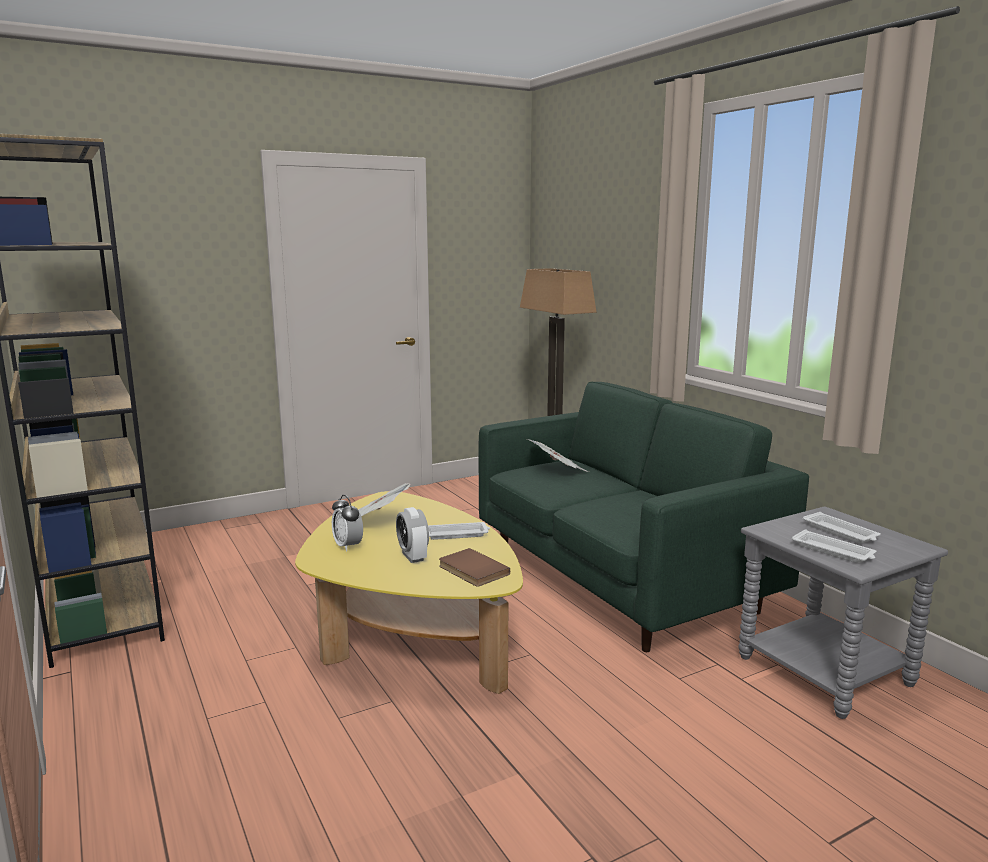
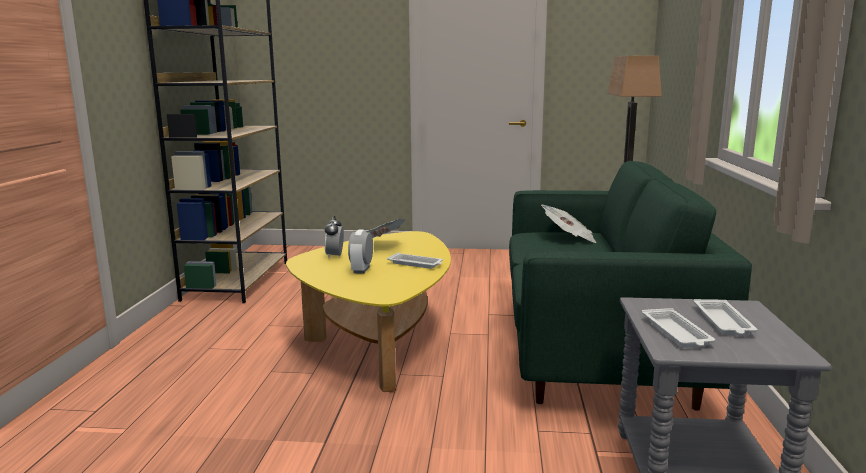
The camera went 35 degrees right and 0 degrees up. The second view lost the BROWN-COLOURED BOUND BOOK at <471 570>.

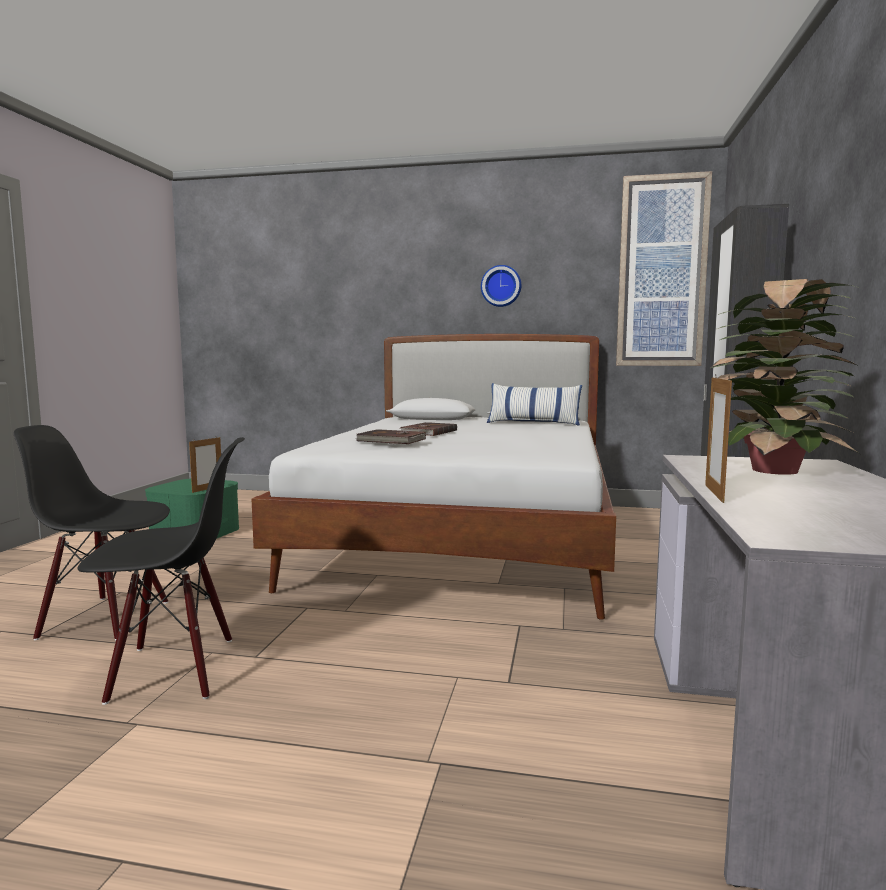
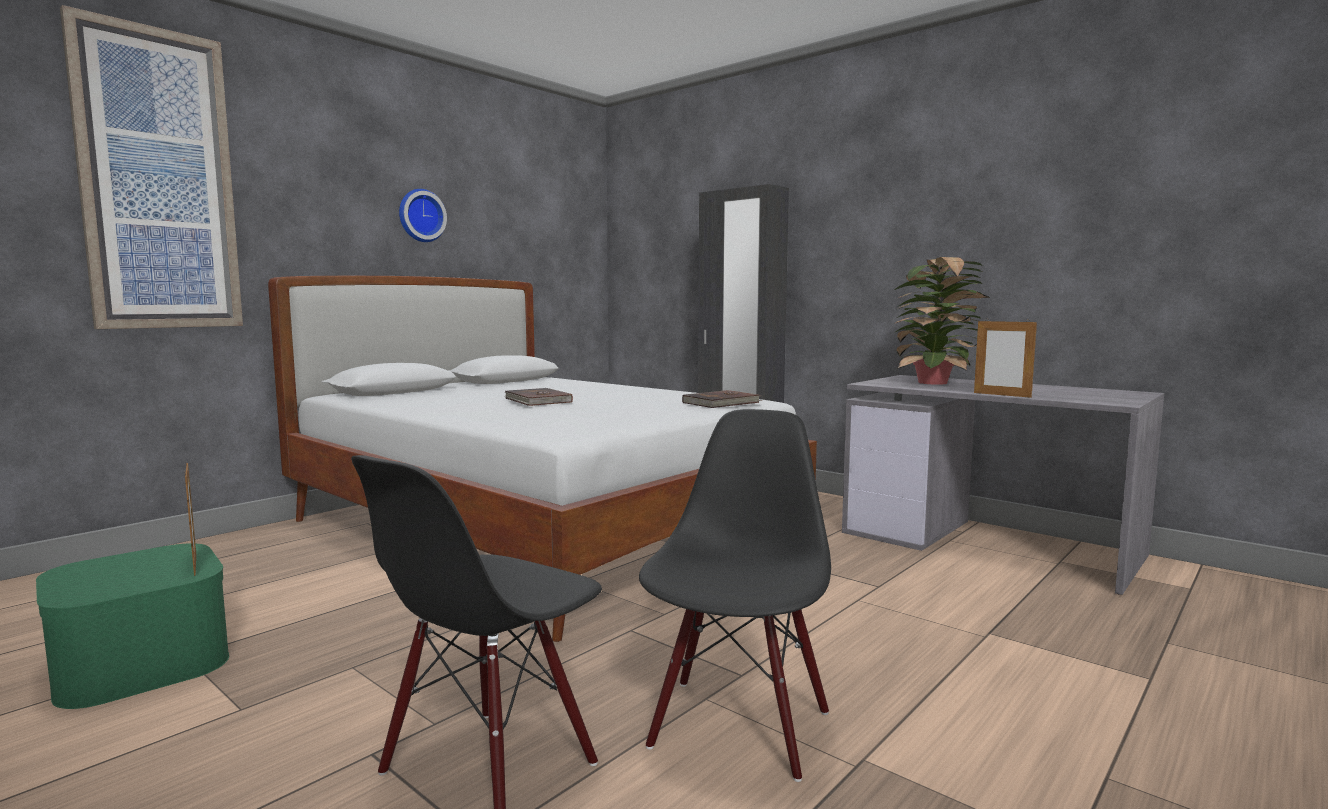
The camera went 60 degrees left and 0 degrees up. The BROWN-COLOURED BOUND BOOK ended up elsewhere, having gone from <391 440> to <722 403>. The second view lost the THROW PILLOW at <533 423>. The WALL ART ended up elsewhere, having gone from <661 272> to <158 181>.

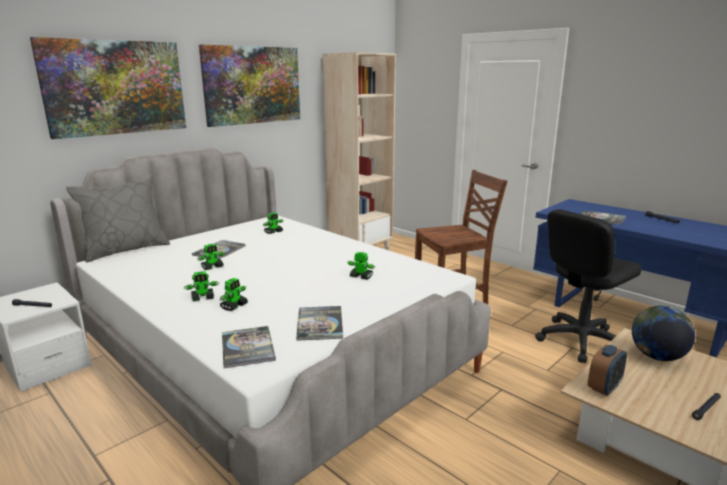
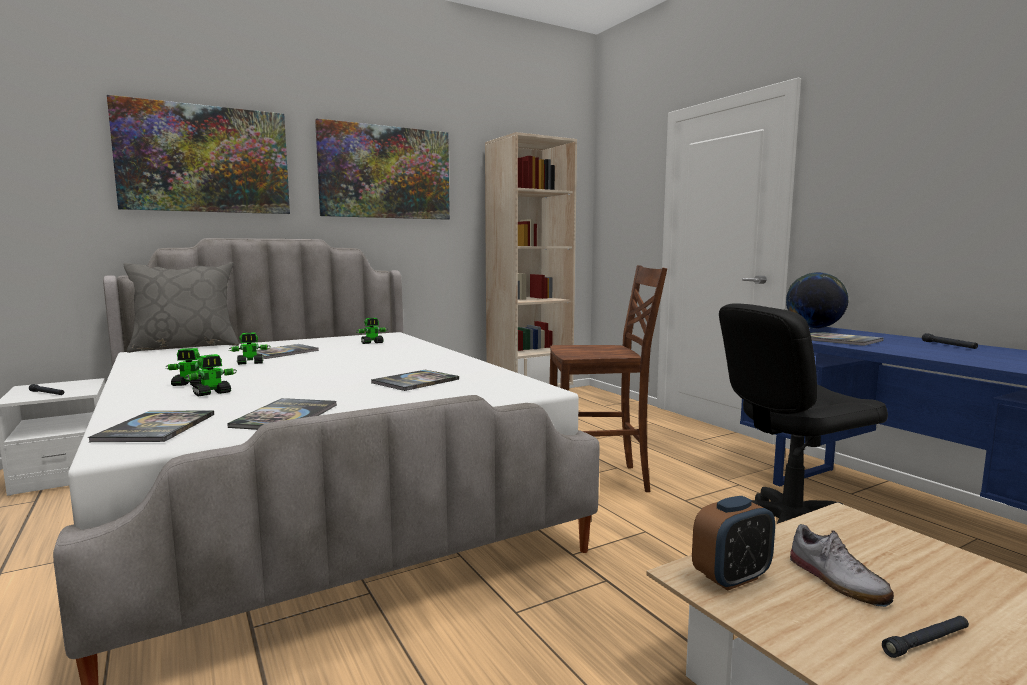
The camera went 15 degrees right and 10 degrees down. Where the ROBOT FIGURE stood at <361 276>, the BOUND BOOK came to stand at <415 381>. The WORLD GLOBE ended up elsewhere, having gone from <657 357> to <814 328>. The second view gained the ITEM OF FOOTWEAR at <837 580>.

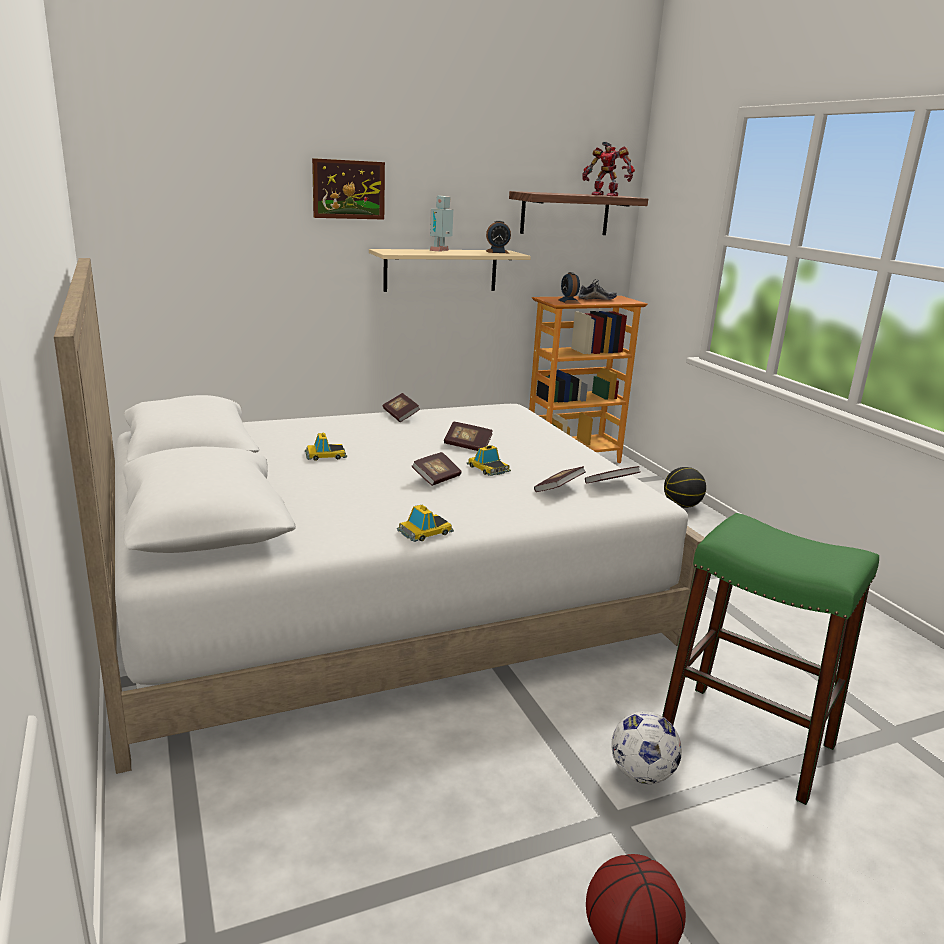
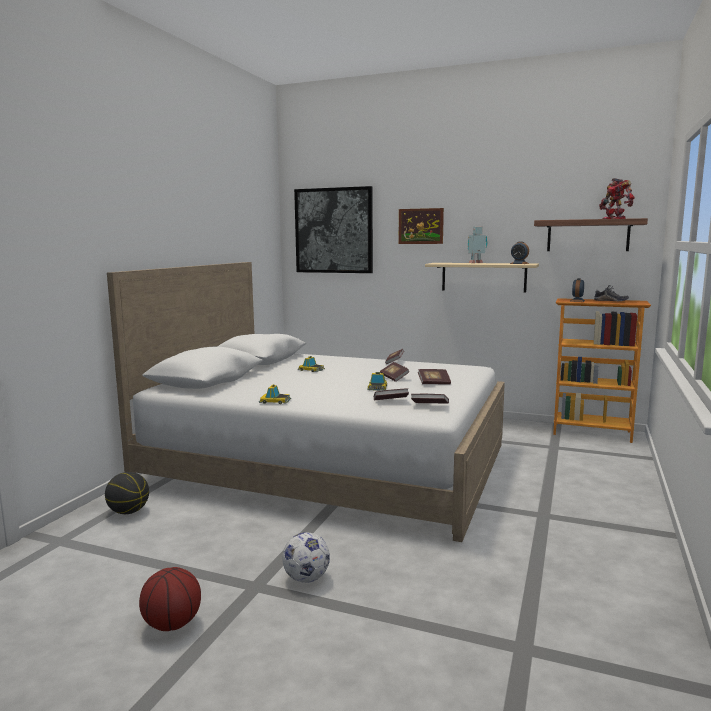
The camera went 45 degrees right and 10 degrees down. The BOUND BOOK ended up elsewhere, having gone from <436 479> to <434 383>. The second view lost the GREEN STOOL SEAT at <746 739>. The BASKETBALL BALL ended up elsewhere, having gone from <681 505> to <129 512>. The second view gained the WALL ART at <334 230>.

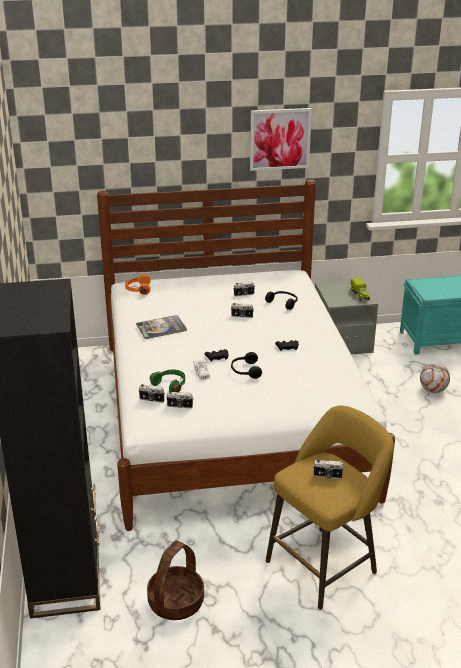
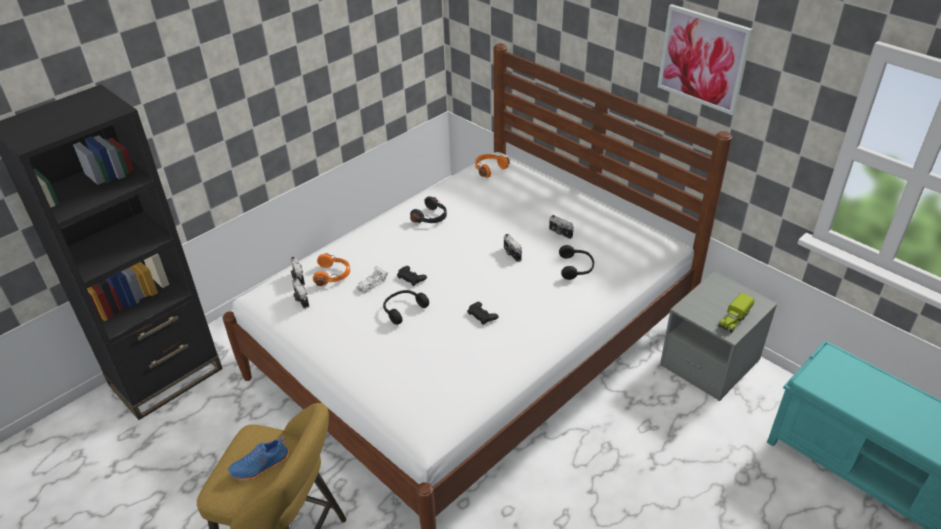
The camera went 55 degrees right and 10 degrees up. Where the BOUND BOOK stood at <161 328>, the BLACK-COLOURED PAIR OF HEADPHONES came to stand at <431 218>. The second view lost the STORAGE BASKET at <176 602>. What was the GREEN PAIR OF HEADPHONES at <170 385> turned into the ORANGE-COLOURED PAIR OF HEADPHONES at <333 275>. Where the STILL CAMERA stood at <327 476>, the BLUE-COLOURED ITEM OF FOOTWEAR came to stand at <260 466>. The second view lost the BALL FOR FOOTBALL at <433 390>.

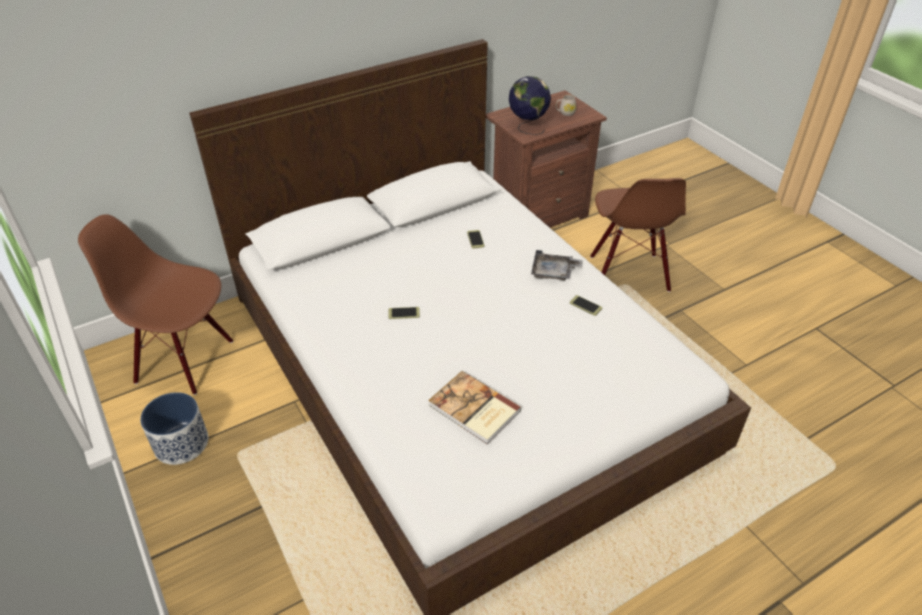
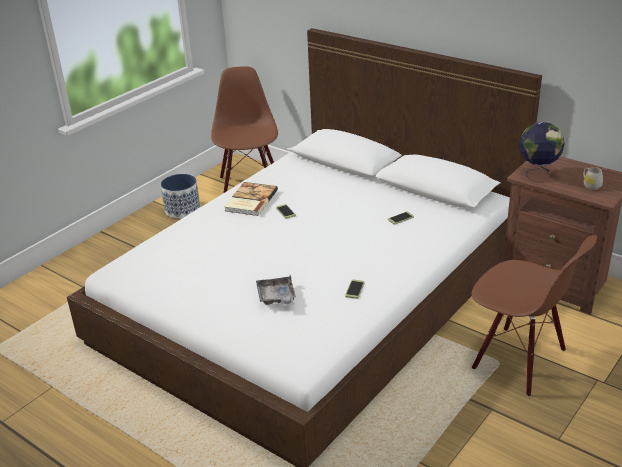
The camera went 70 degrees right and 10 degrees down. The BOUND BOOK ended up elsewhere, having gone from <474 409> to <250 200>. The GRAY SERVING TRAY ended up elsewhere, having gone from <553 272> to <276 297>. The BROWN-COLOURED PLAIN CHAIR at <627 274> ended up facing another way, 120 degrees counterclockwise from before.

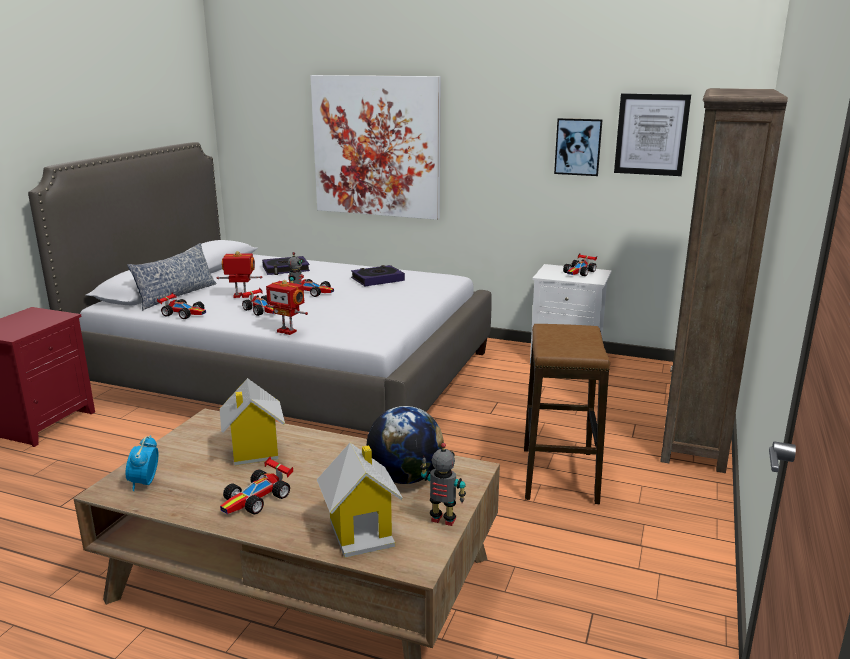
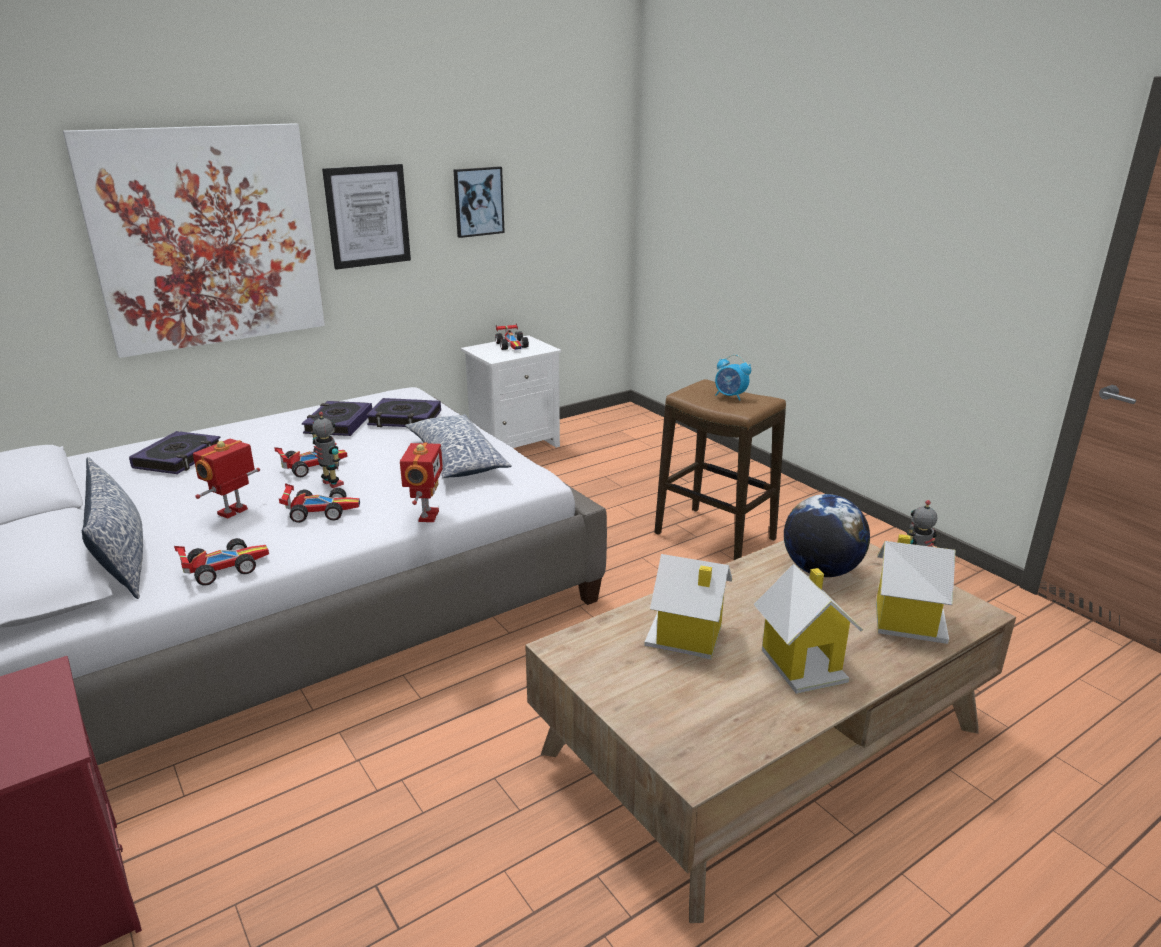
The camera went 55 degrees left and 5 degrees up. The BEDSIDE CLOCK ended up elsewhere, having gone from <144 483> to <730 396>. Where the MINIATURE CAR stood at <257 499>, the MINIATURE HOUSE came to stand at <802 663>. The ROBOT FIGURE at <287 331> ended up facing another way, 60 degrees counterclockwise from before. The WALL ART ended up elsewhere, having gone from <651 134> to <367 216>. The second view lost the BROWN-COLOURED BOOKSHELF at <694 432>. The second view gained the BOUND BOOK at <405 418>. The second view gained the THROW PILLOW at <456 459>.

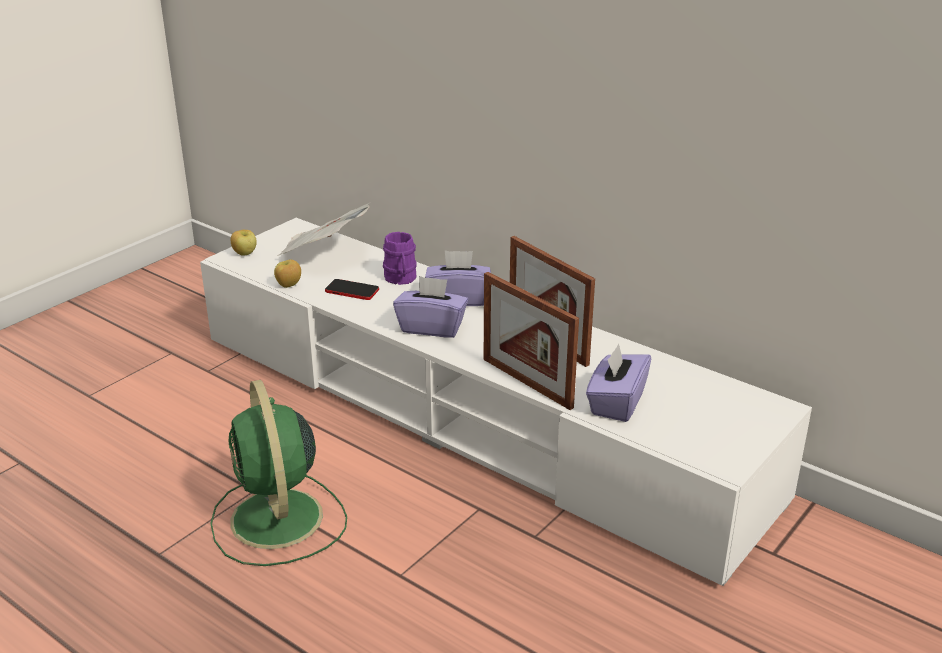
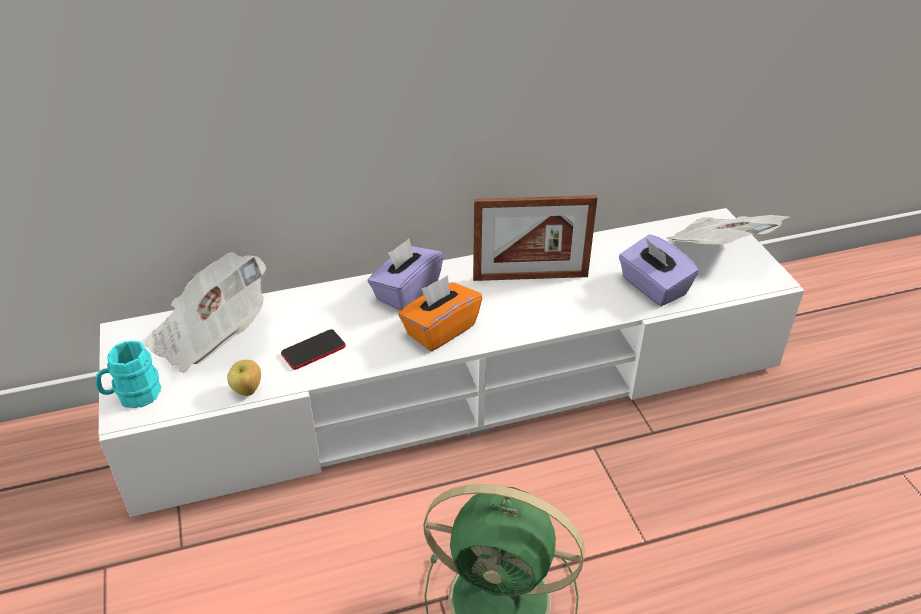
The camera went 55 degrees left and 10 degrees up. Where the WHOLE APPLE stood at <245 254>, the TURQUOISE-COLOURED TEA MUG came to stand at <133 395>. The second view lost the PURPLE TEA MUG at <401 279>. What was the PURPLE BOX OF TISSUES at <432 327> turned into the ORANGE-COLOURED BOX OF TISSUES at <440 330>. The second view lost the STANDING FRAME at <527 383>. The second view gained the NEWSPAPER at <719 251>.

